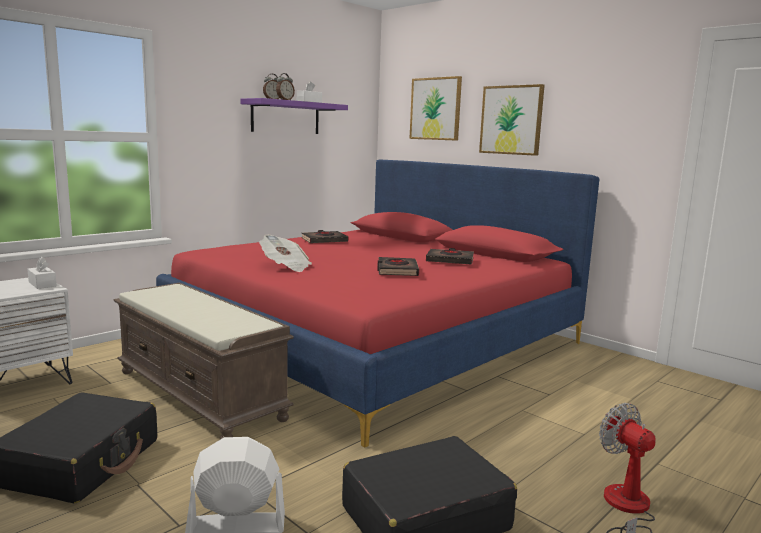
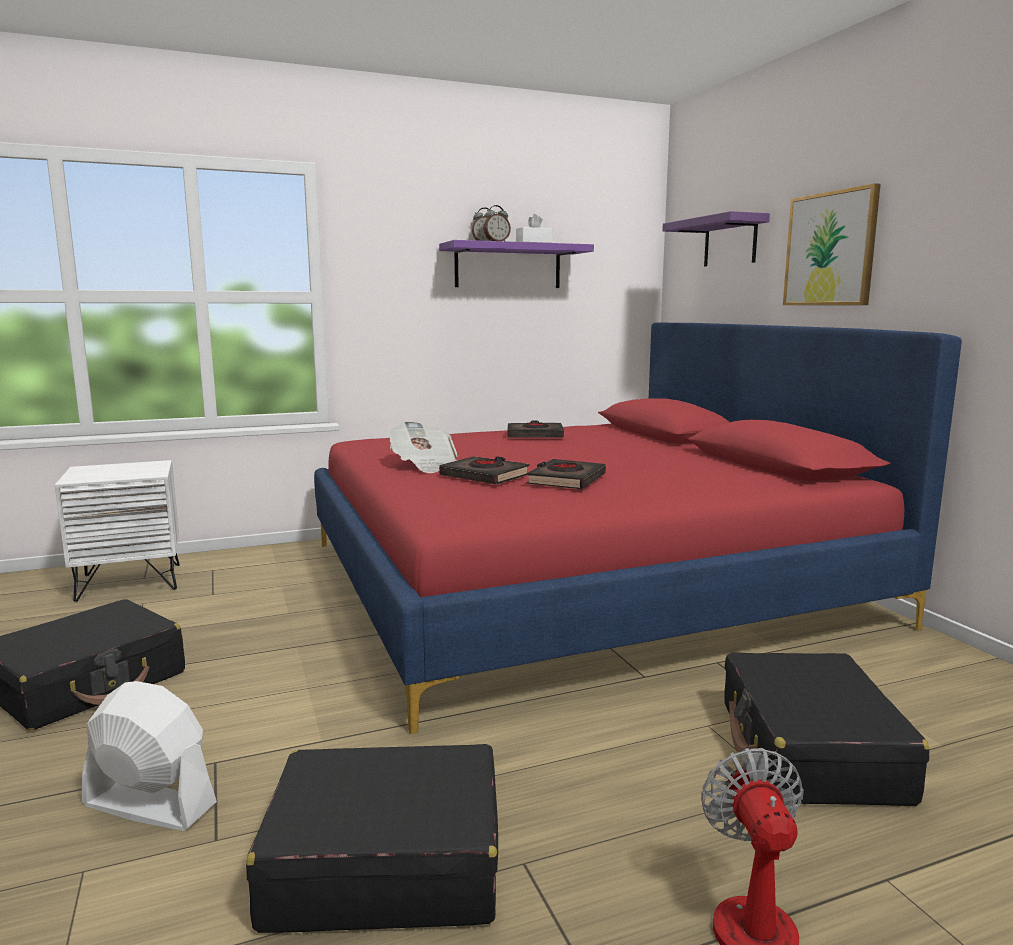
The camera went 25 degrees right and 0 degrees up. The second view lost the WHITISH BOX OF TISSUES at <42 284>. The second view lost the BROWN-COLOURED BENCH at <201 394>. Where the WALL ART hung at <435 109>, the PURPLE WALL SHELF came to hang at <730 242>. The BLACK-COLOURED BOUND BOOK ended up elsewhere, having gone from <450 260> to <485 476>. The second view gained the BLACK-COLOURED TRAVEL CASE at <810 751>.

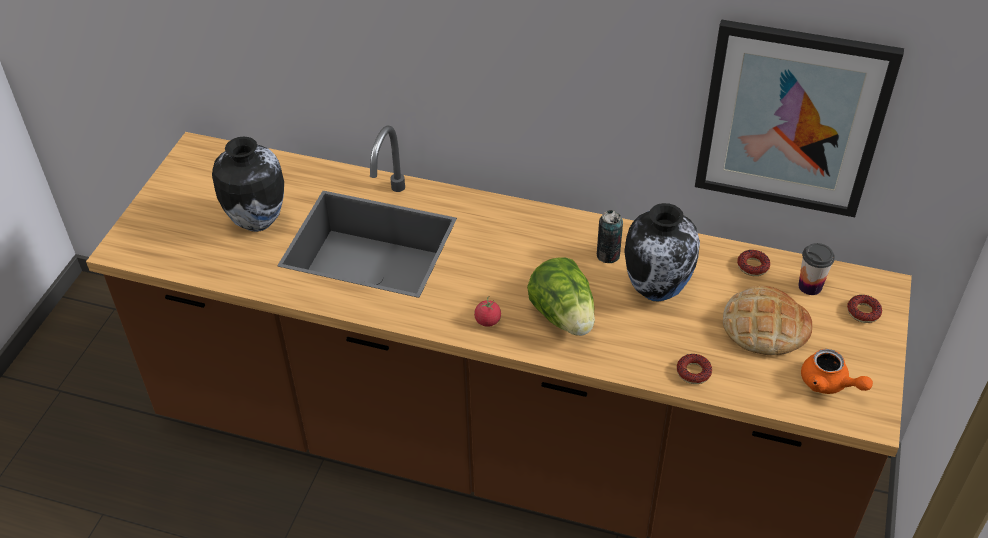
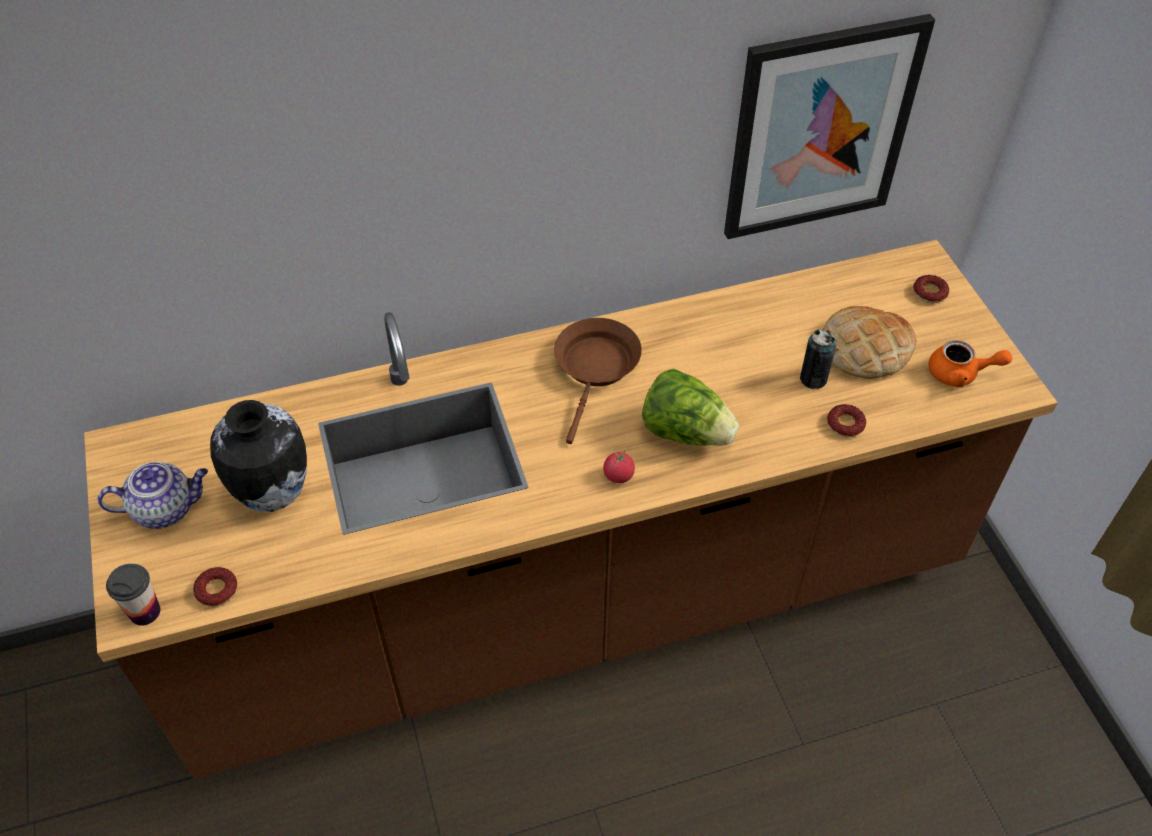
The camera went 35 degrees left and 5 degrees up. The CAN ended up elsewhere, having gone from <608 255> to <813 379>. The second view lost the DECORATIVE VASE at <657 291>. The DONUT ended up elsewhere, having gone from <752 266> to <217 590>. The CUP ended up elsewhere, having gone from <810 286> to <145 612>. The second view gained the POT FOR TEA at <166 508>. The second view gained the BROWN-COLOURED FRYING PAN at <596 368>.

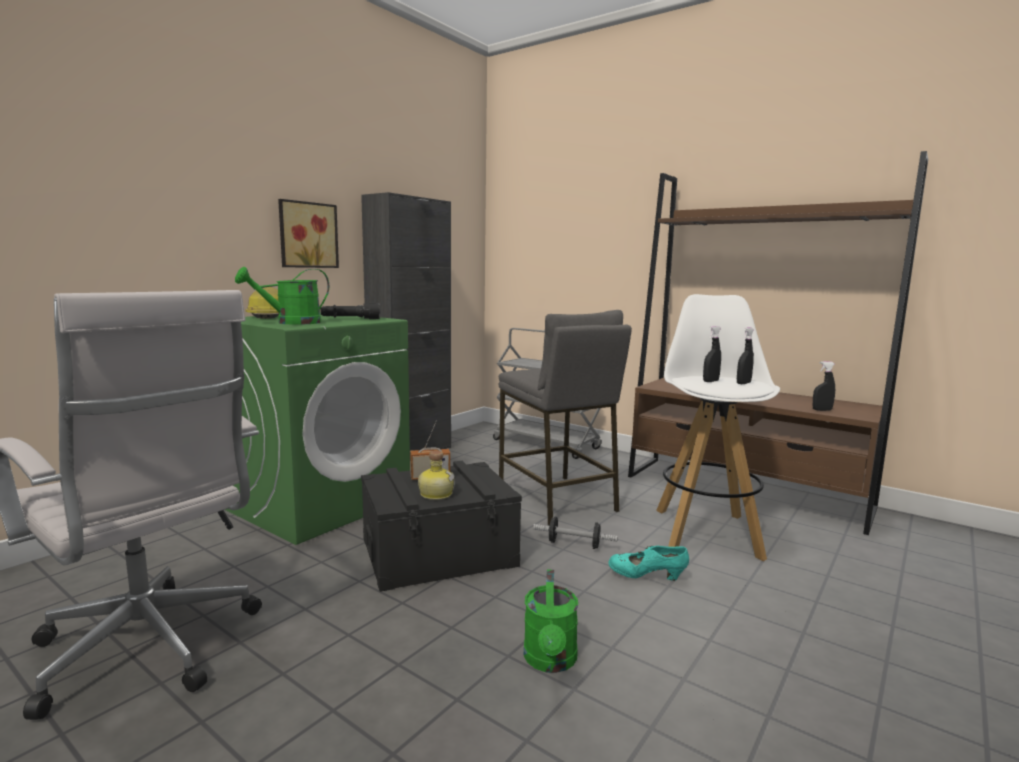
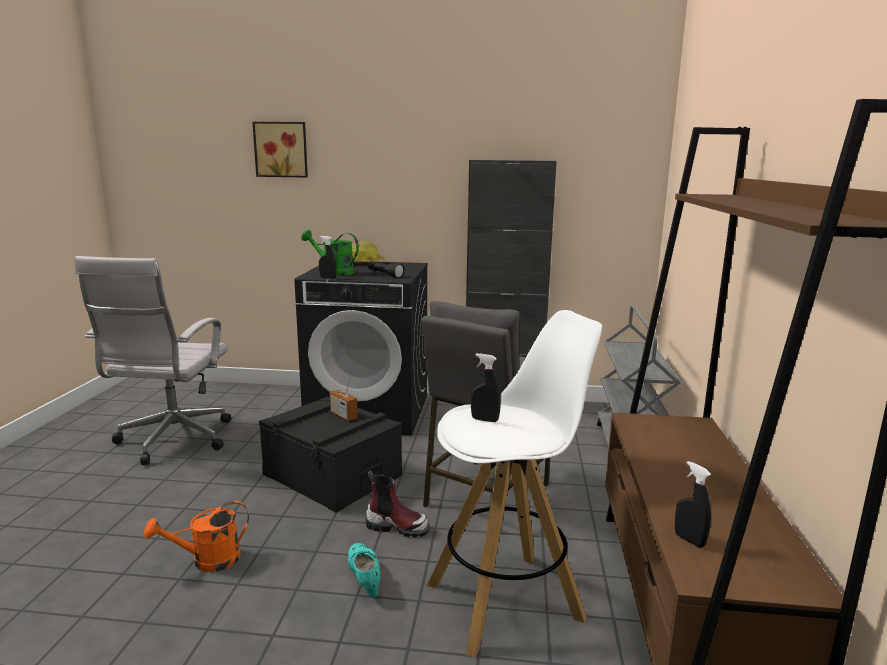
The camera went 60 degrees right and 5 degrees up. What was the GREEN LAUNDRY MACHINE at <318 502> turned into the BLACK-COLOURED LAUNDRY MACHINE at <370 411>. The WALL ART ended up elsewhere, having gone from <307 235> to <281 149>. The second view lost the DRINK BOTTLE at <435 494>. What was the GREEN WATERING POT at <550 661> turned into the ORANGE-COLOURED WATERING POT at <207 561>. Where the HAND WEIGHT stood at <574 544>, the BOOT came to stand at <397 527>. The BLACK-COLOURED HAND SPRAYER ended up elsewhere, having gone from <743 383> to <328 278>.

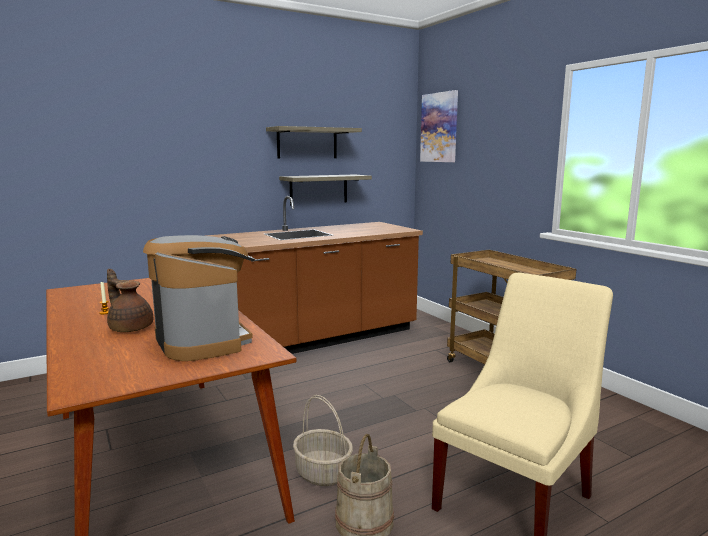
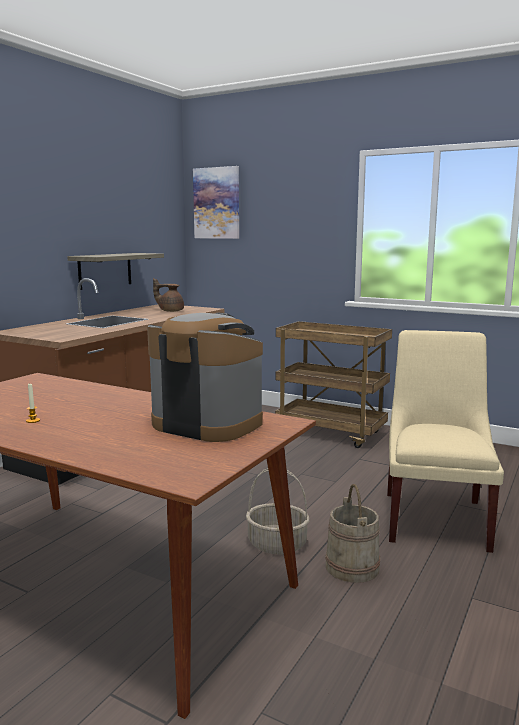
The camera went 30 degrees left and 0 degrees up. The BROWN-COLOURED POT FOR TEA ended up elsewhere, having gone from <130 328> to <170 311>. The second view lost the WALL SHELF at <307 143>.

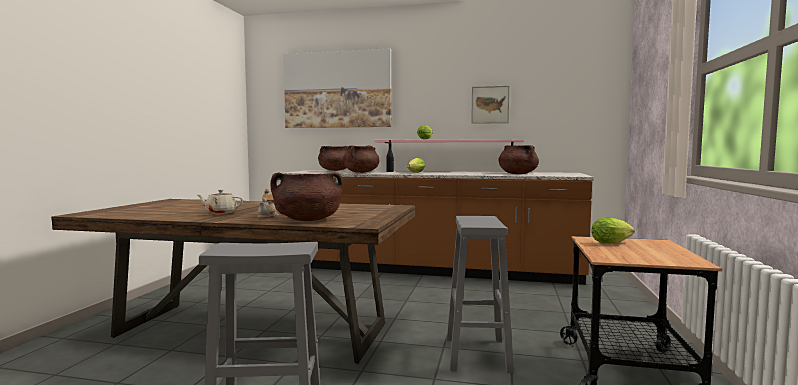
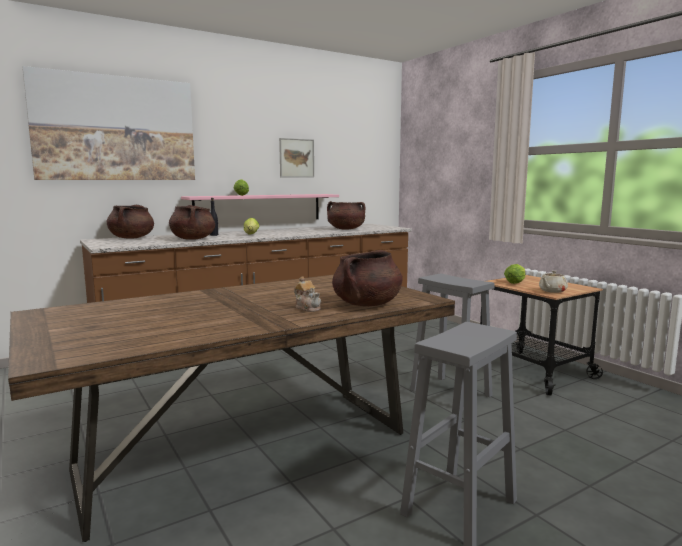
The camera went 45 degrees left and 5 degrees up. The SAND-COLOURED POT FOR TEA ended up elsewhere, having gone from <220 213> to <552 291>.

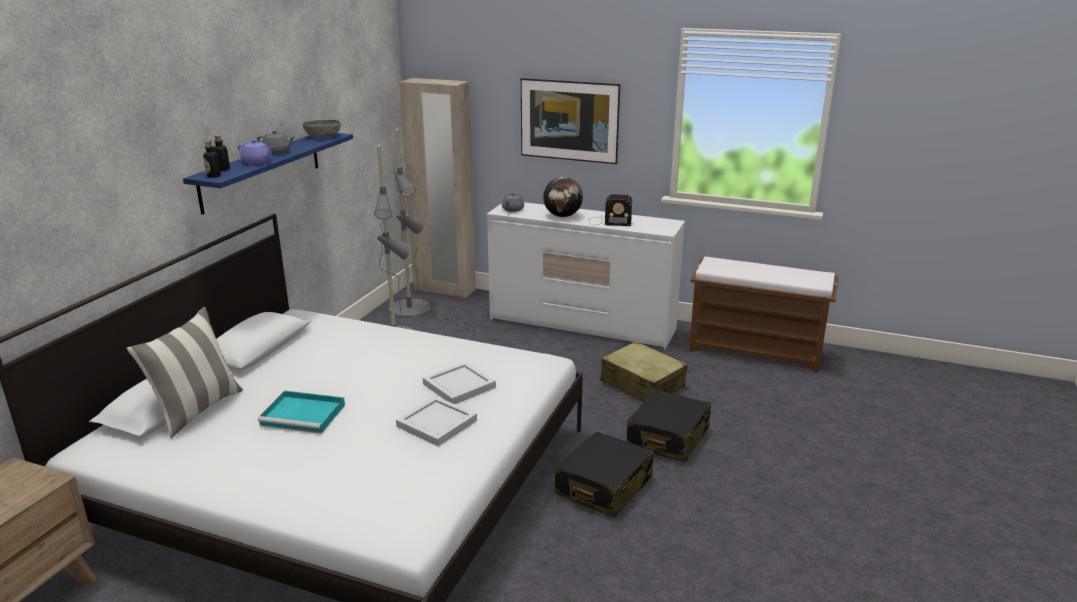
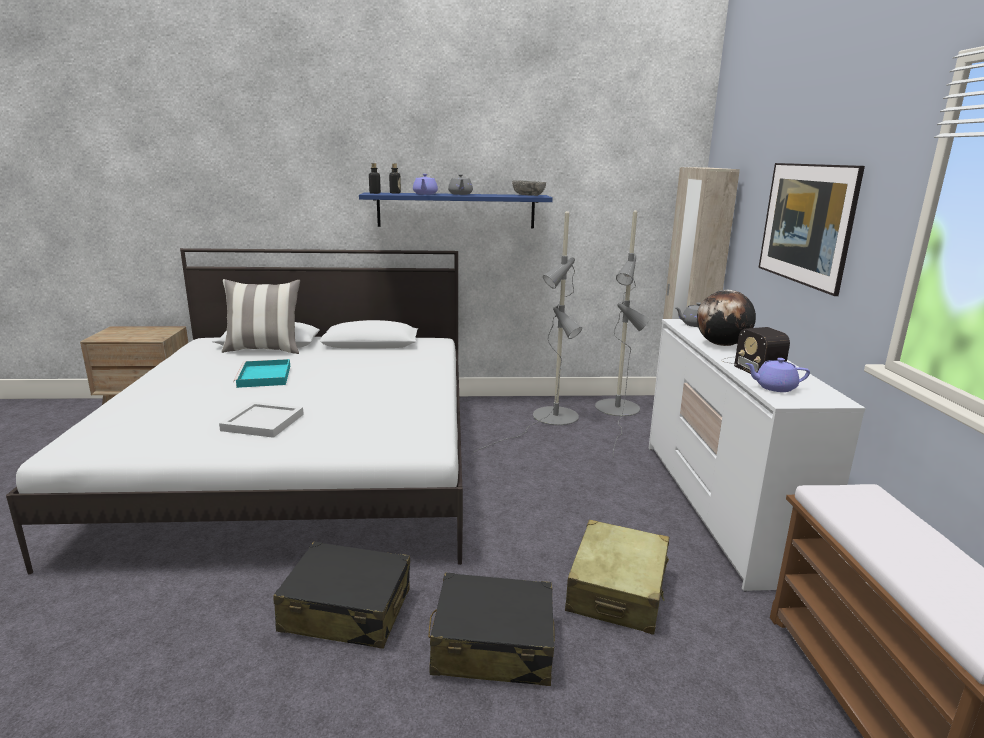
The camera went 65 degrees right and 5 degrees down. The second view lost the WHITISH SERVING TRAY at <460 385>. The second view gained the PURPLE POT FOR TEA at <774 387>.

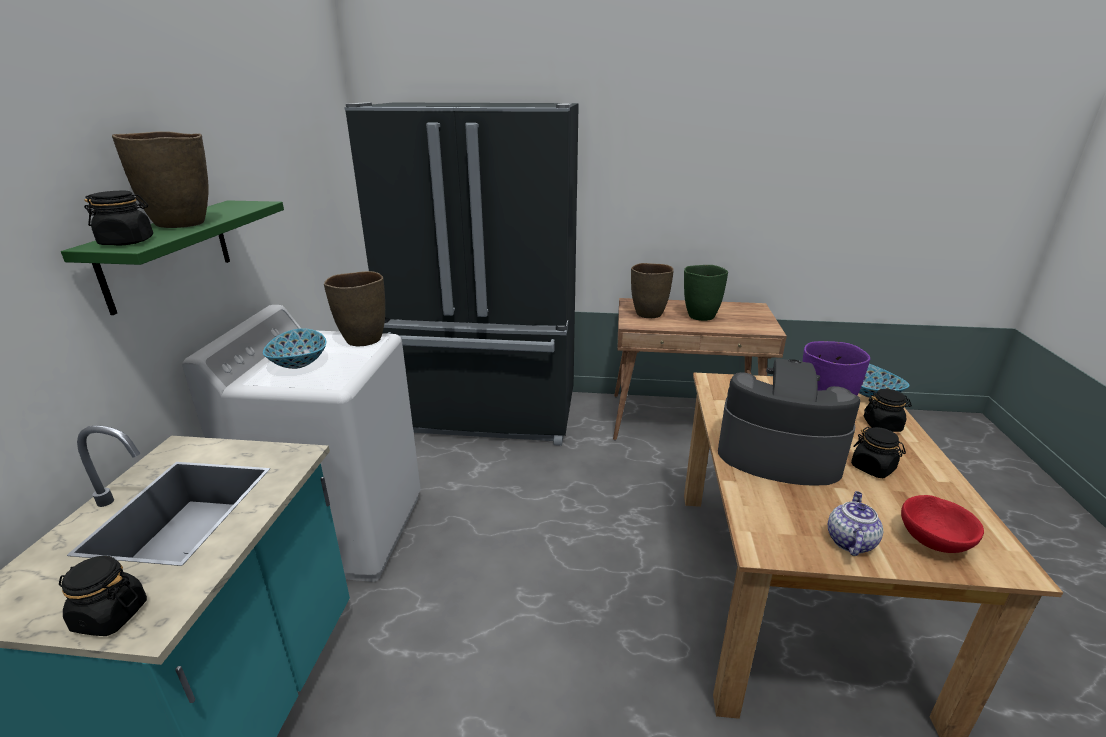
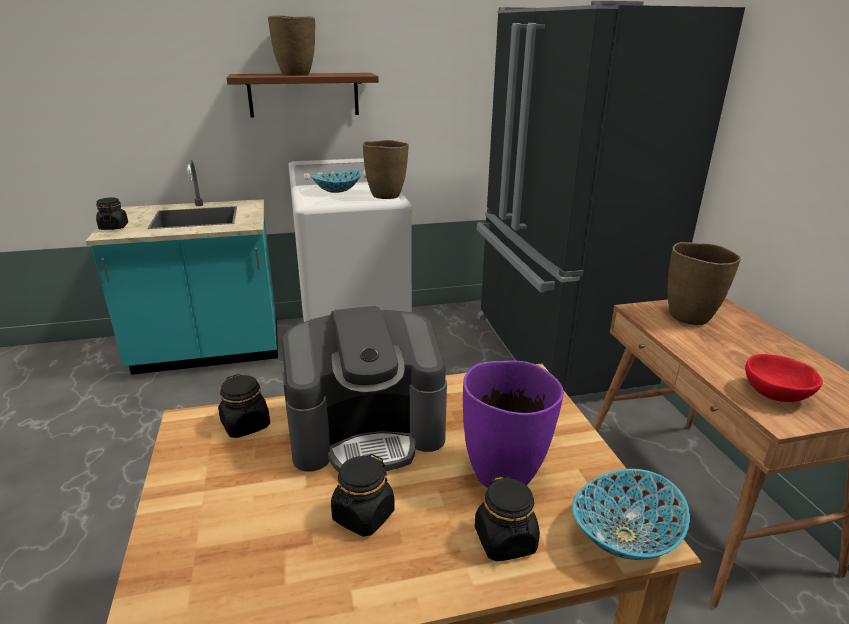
The camera went 70 degrees right and 0 degrees up. What was the GREEN WALL SHELF at <167 253> turned into the BROWN-COLOURED WALL SHELF at <304 95>. The BLACK-COLOURED STORAGE JAR ended up elsewhere, having gone from <127 242> to <246 425>. The second view lost the GREEN DECORATIVE VASE at <700 316>. The COFFEE BREWER at <777 453> ended up facing another way, 75 degrees clockwise from before. The second view lost the POT FOR TEA at <849 541>. The RED SERVING BOWL ended up elsewhere, having gone from <934 541> to <775 395>.

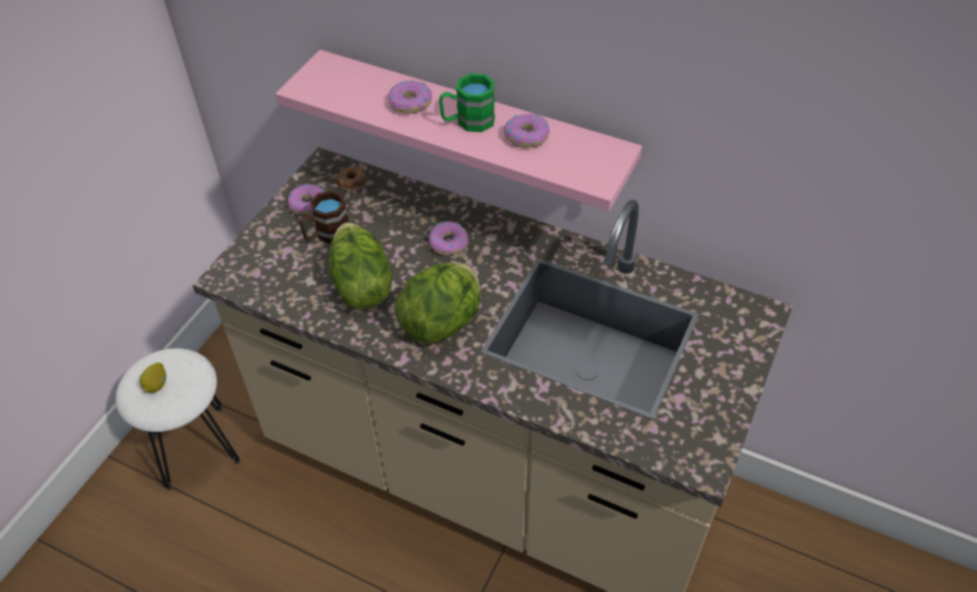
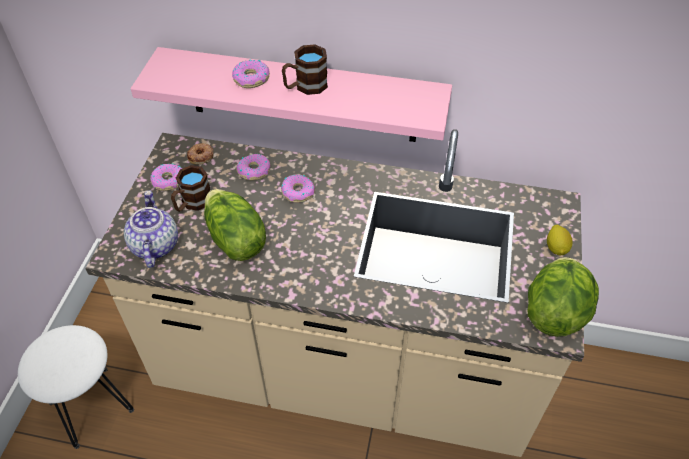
The camera went 15 degrees left and 0 degrees up. The WHOLE LEMON ended up elsewhere, having gone from <157 385> to <556 248>. The HEAD OF LETTUCE ended up elsewhere, having gone from <443 322> to <554 312>. What was the GREEN TEA MUG at <467 121> turned into the BROWN-COLOURED TEA MUG at <305 87>. The DONUT ended up elsewhere, having gone from <526 136> to <254 171>. The second view gained the POT FOR TEA at <154 245>.

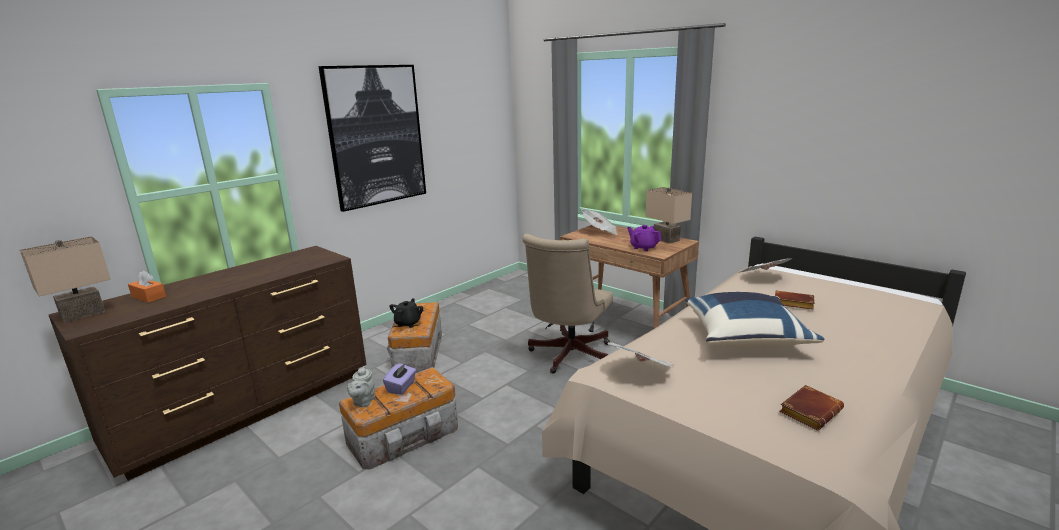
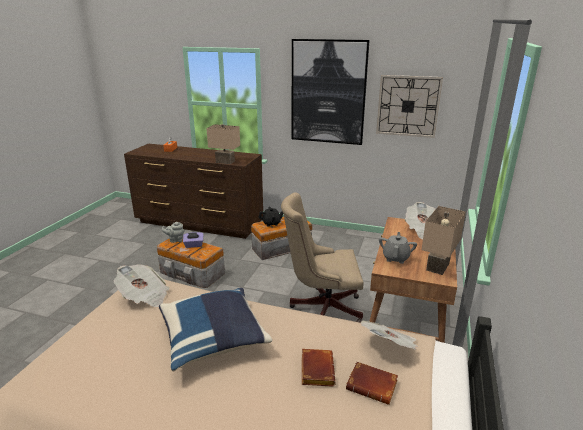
The camera went 65 degrees right and 5 degrees up. The SAND-COLOURED TABLE LAMP ended up elsewhere, having gone from <83 313> to <226 161>. What was the PURPLE POT FOR TEA at <643 247> turned into the GRAY POT FOR TEA at <395 258>. The BROWN-COLOURED BOUND BOOK ended up elsewhere, having gone from <809 411> to <373 386>. The second view gained the HANGING CLOCK at <408 106>.

